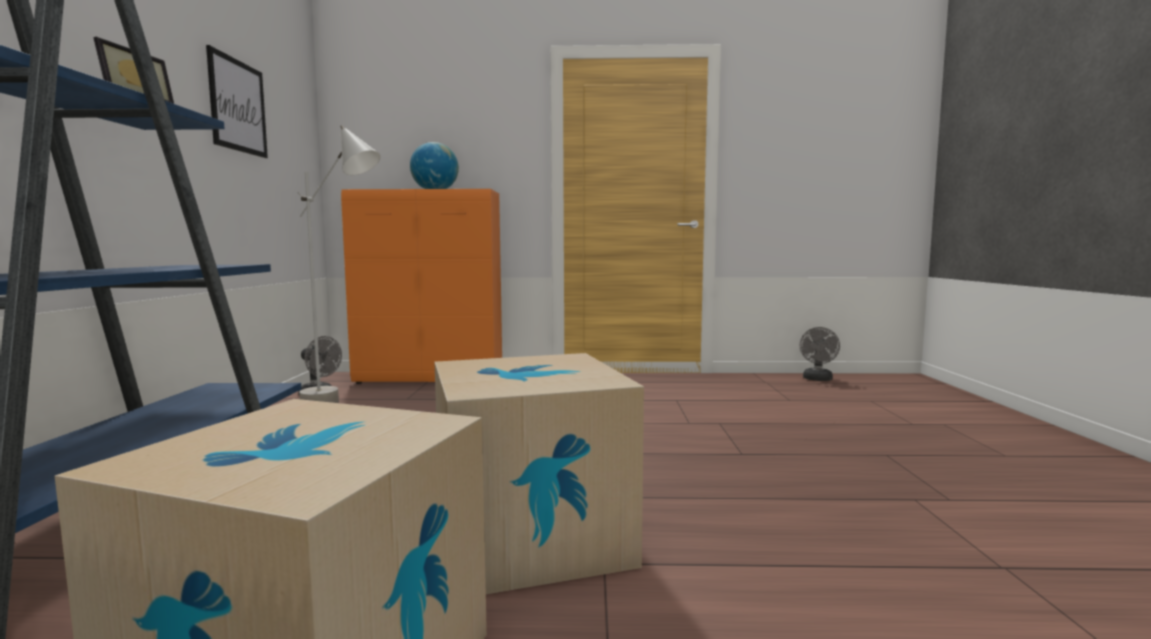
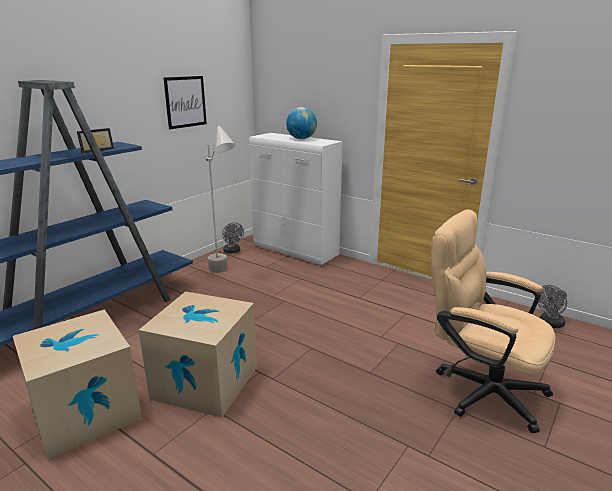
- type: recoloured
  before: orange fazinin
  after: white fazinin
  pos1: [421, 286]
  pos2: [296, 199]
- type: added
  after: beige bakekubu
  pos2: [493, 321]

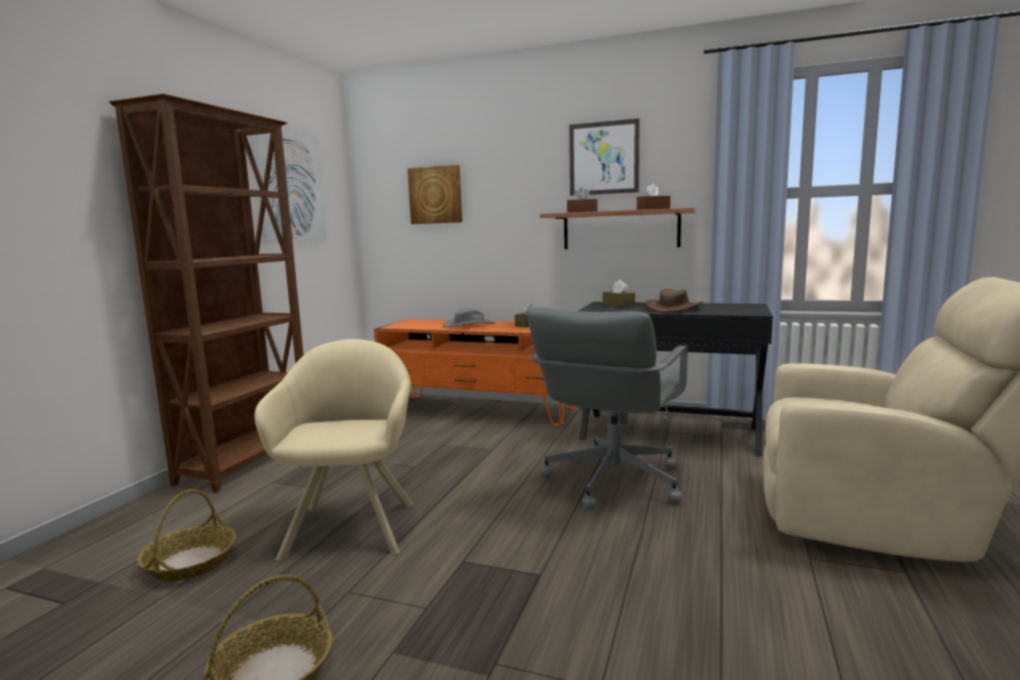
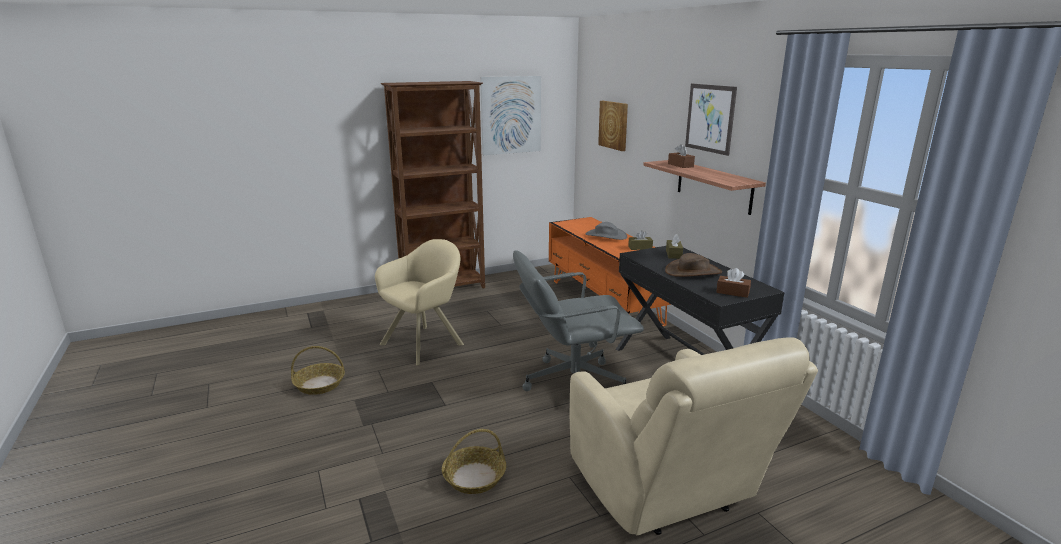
- type: moved
  before: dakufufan
  pos1: [187, 535]
  pos2: [474, 461]
- type: moved
  before: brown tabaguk
  pos1: [653, 197]
  pos2: [733, 283]

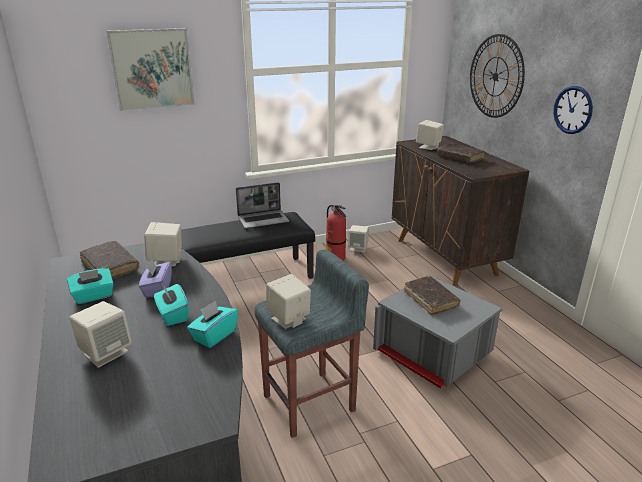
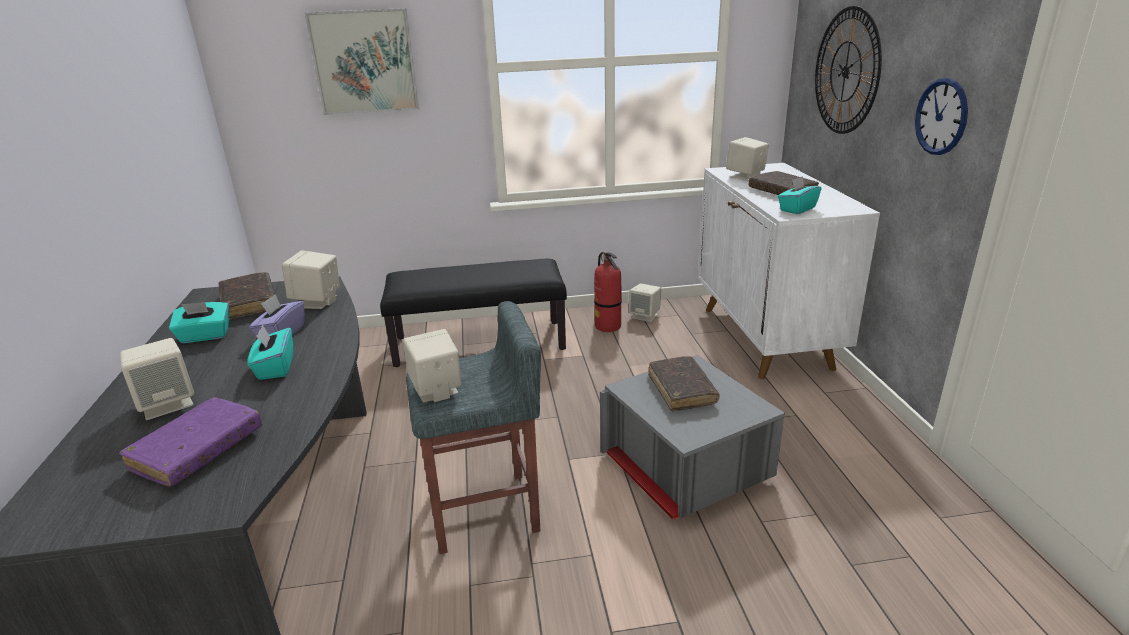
- type: moved
  before: turquoise tabaguk
  pos1: [212, 324]
  pos2: [799, 195]
- type: removed
  before: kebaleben
  pos1: [262, 205]
- type: recoloured
  before: brown fazinin
  after: white fazinin
  pos1: [460, 211]
  pos2: [789, 271]
- type: added
  after: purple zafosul
  pos2: [190, 442]

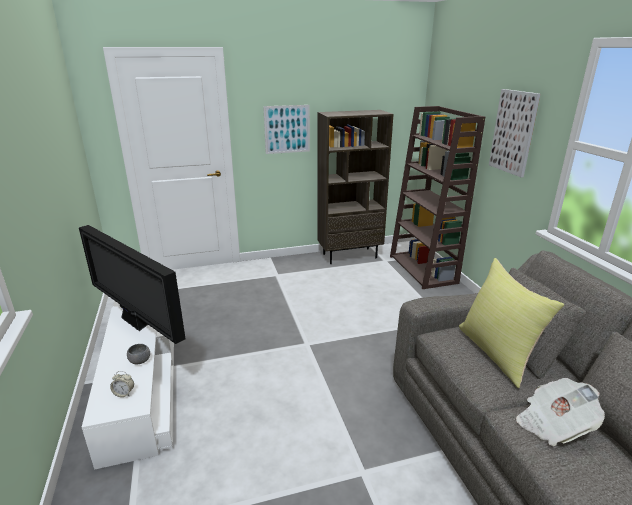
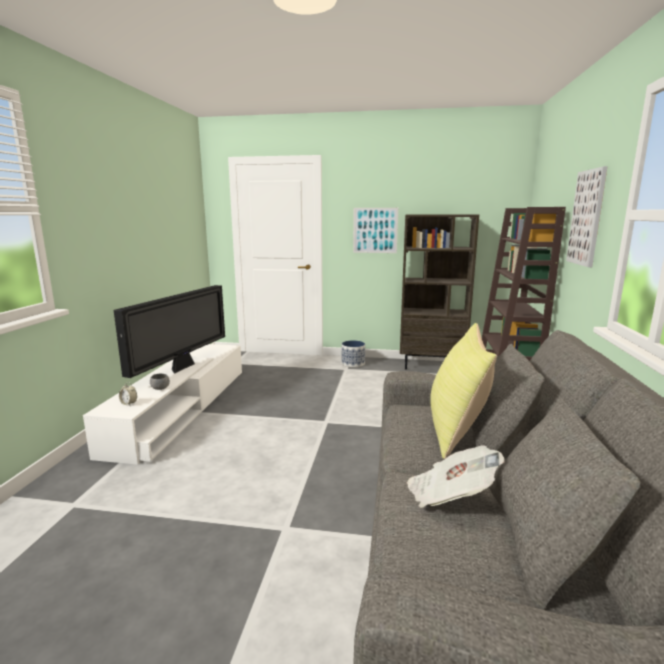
- type: turned
  before: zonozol
  pos1: [132, 284]
  pos2: [169, 331]
  turn: -135
- type: added
  after: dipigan
  pos2: [353, 353]

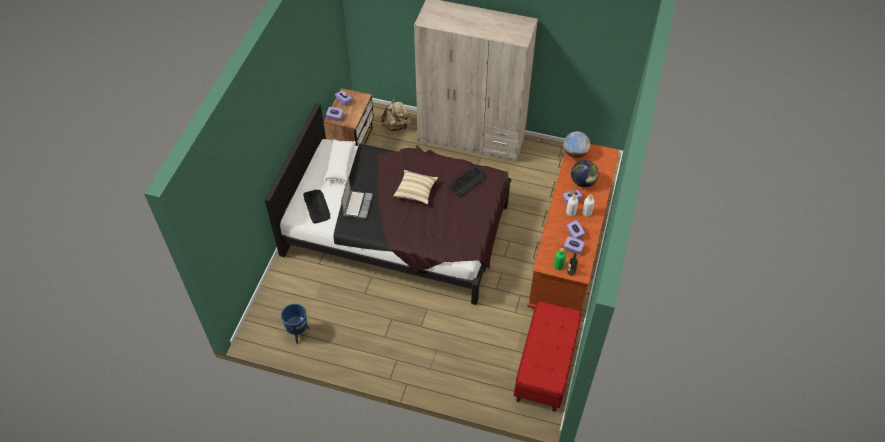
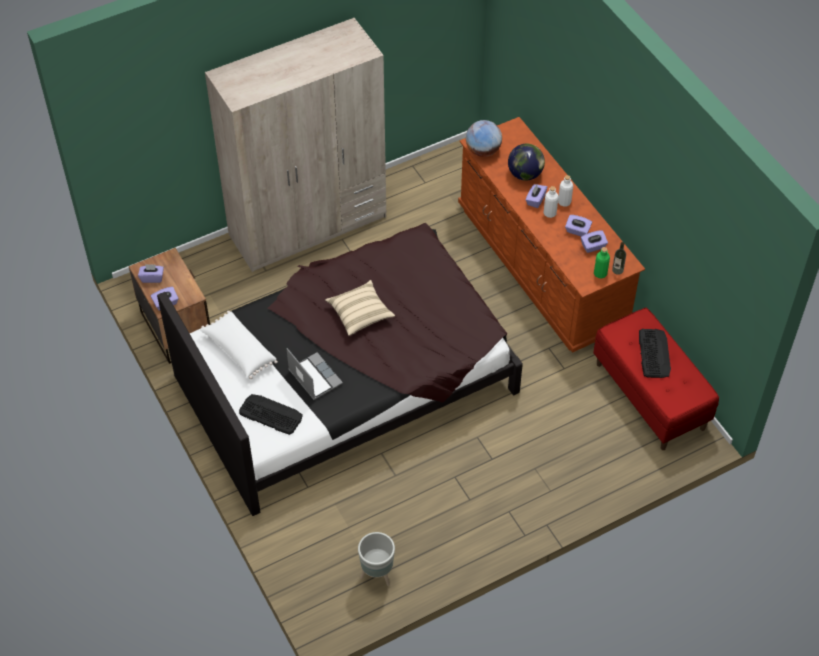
- type: recoloured
  before: blue dipigan
  after: grey dipigan
  pos1: [295, 324]
  pos2: [376, 559]
- type: removed
  before: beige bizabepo
  pos1: [396, 114]
- type: moved
  before: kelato
  pos1: [467, 181]
  pos2: [655, 353]

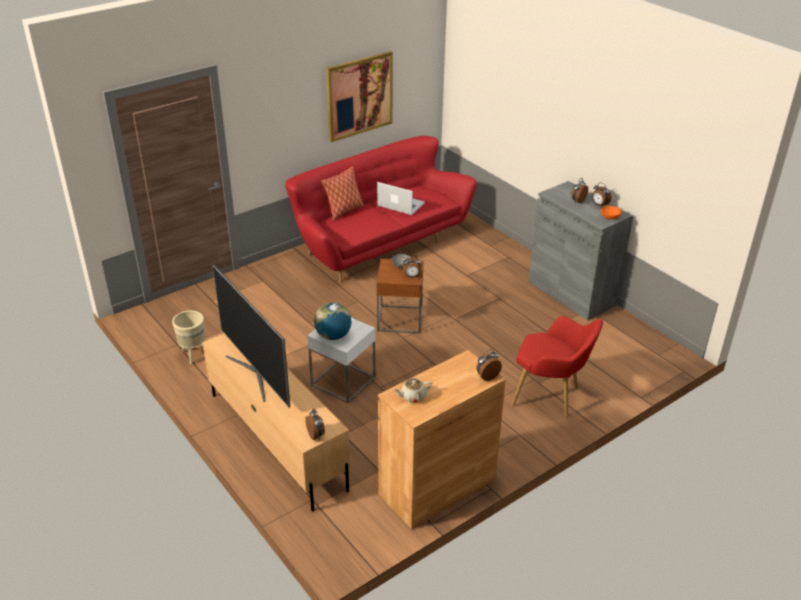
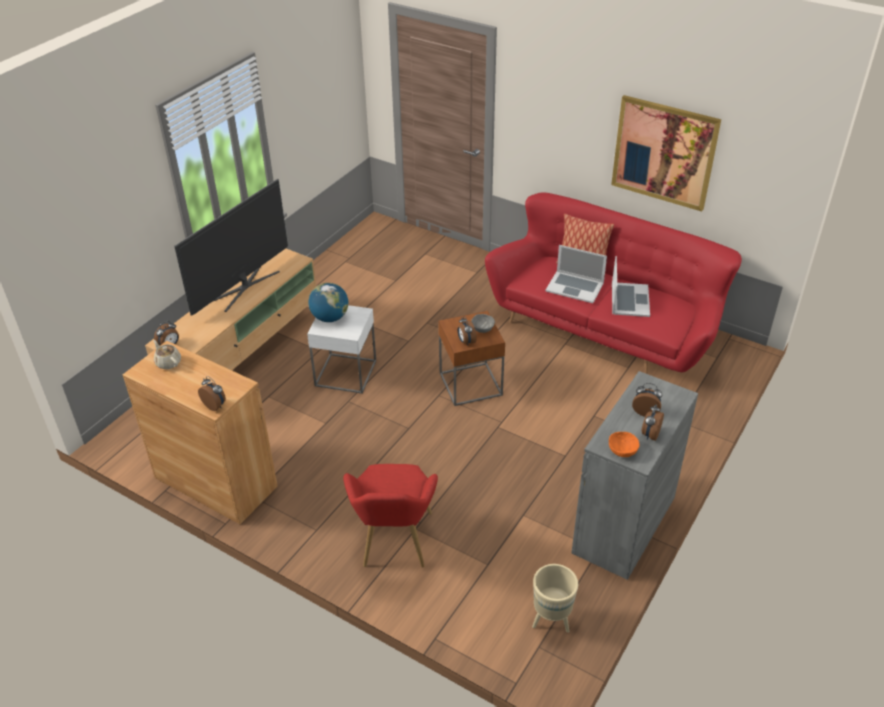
- type: moved
  before: beige dipigan
  pos1: [188, 337]
  pos2: [555, 598]
- type: added
  after: kebaleben
  pos2: [576, 274]

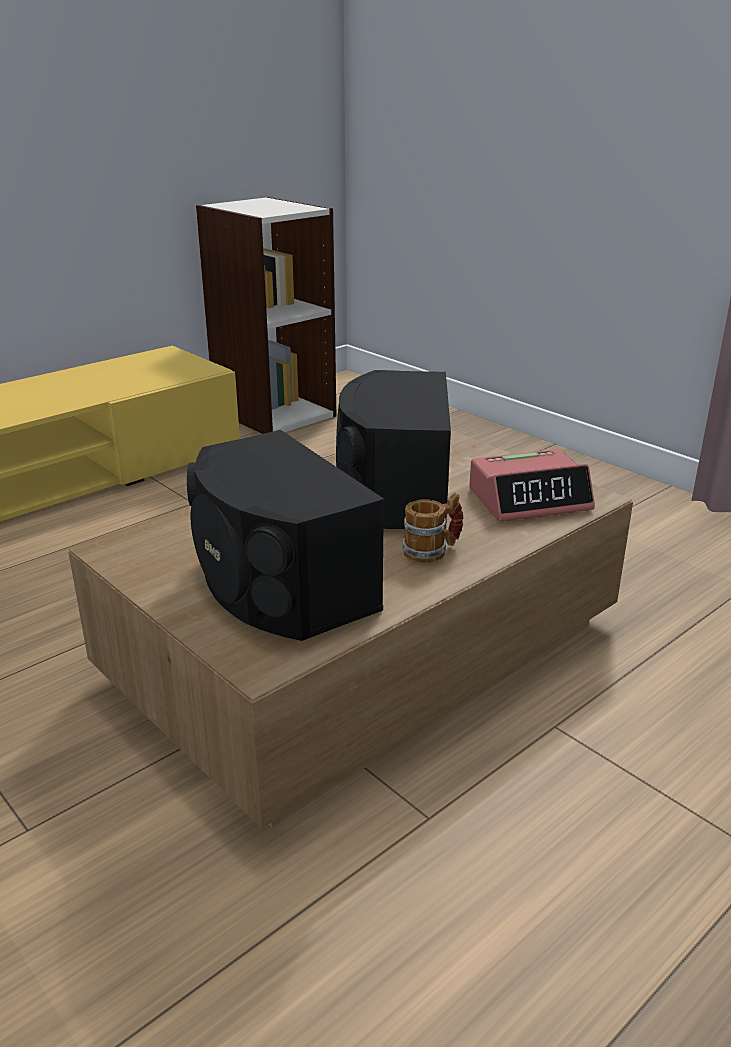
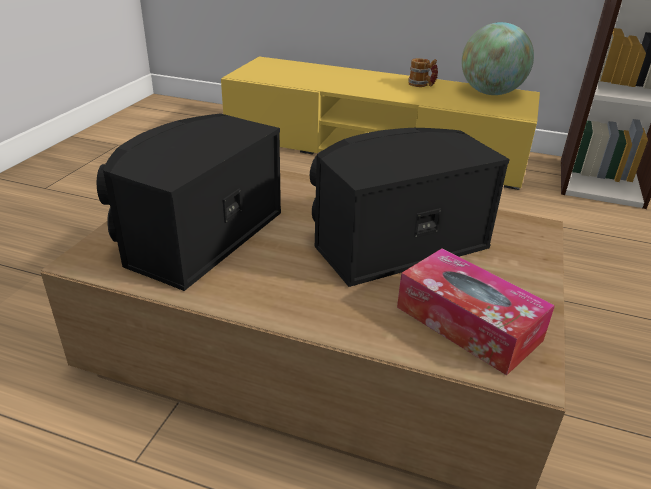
- type: moved
  before: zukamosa
  pos1: [433, 528]
  pos2: [423, 72]
- type: replaced
  before: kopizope
  after: tabaguk
  pos1: [532, 485]
  pos2: [476, 311]
- type: added
  after: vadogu
  pos2: [498, 58]

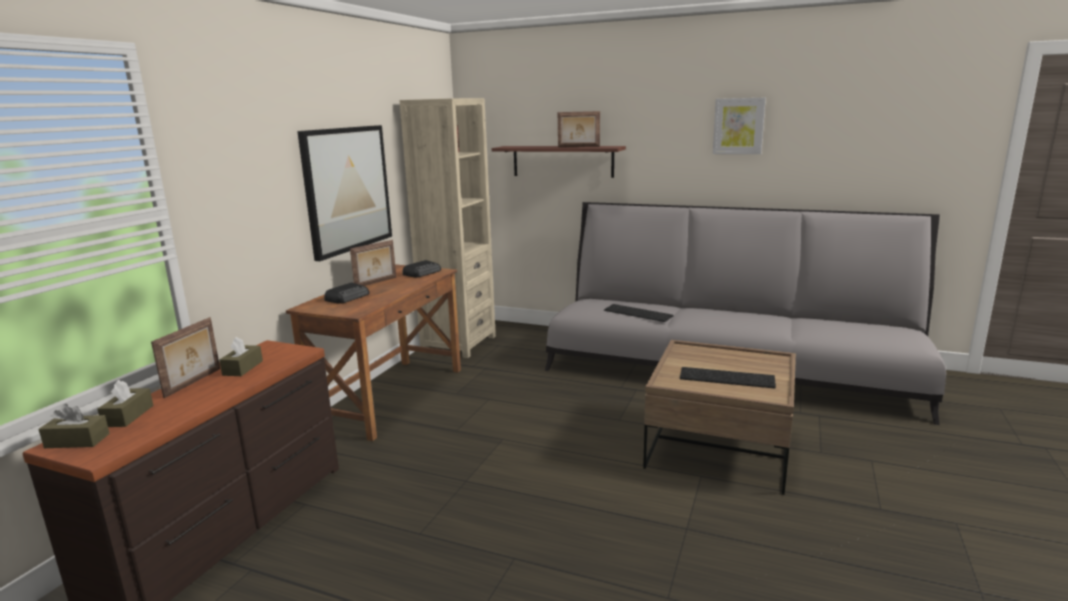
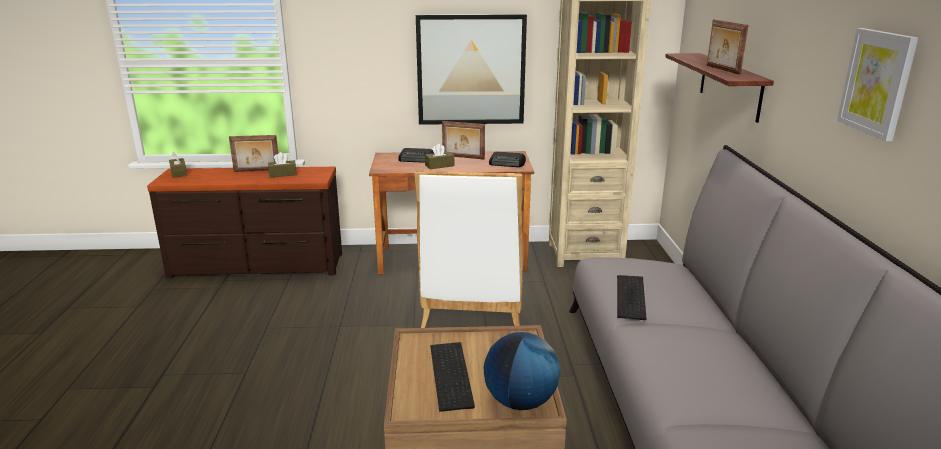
- type: moved
  before: brown tabaguk
  pos1: [125, 403]
  pos2: [439, 156]
- type: added
  after: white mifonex
  pos2: [468, 249]
- type: added
  after: vadogu
  pos2: [522, 371]

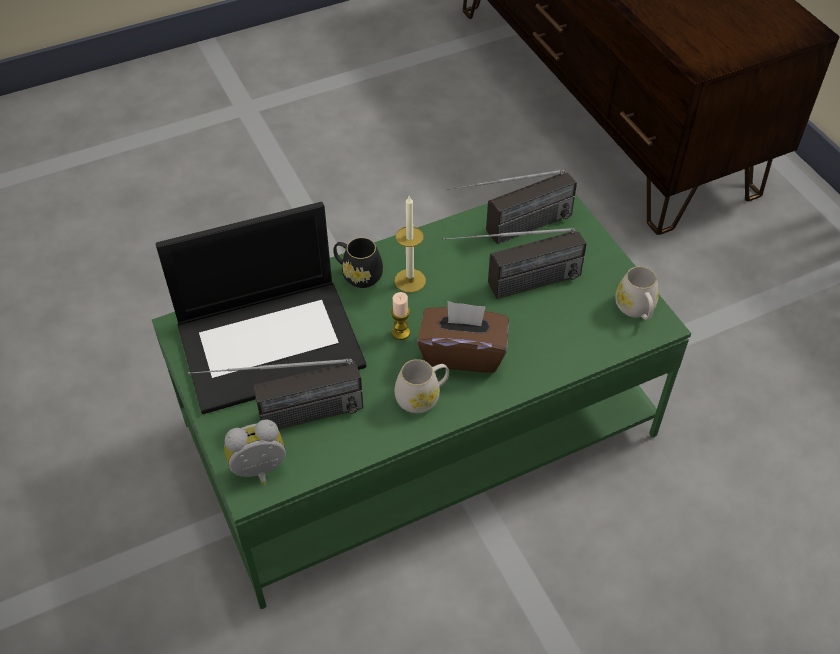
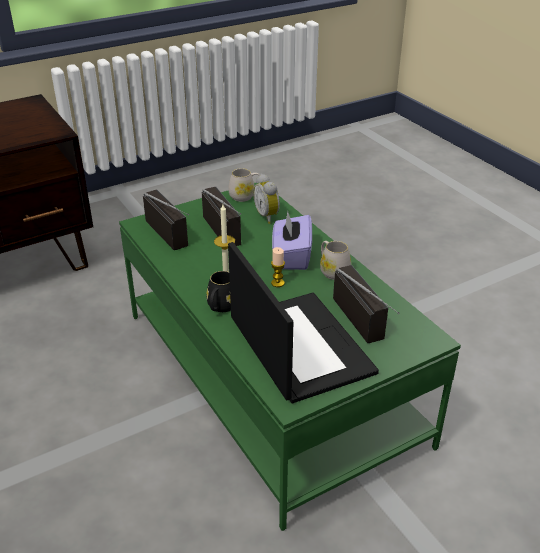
- type: moved
  before: kopizope
  pos1: [255, 452]
  pos2: [266, 199]
- type: recoloured
  before: brown tabaguk
  after: purple tabaguk
  pos1: [463, 337]
  pos2: [292, 240]

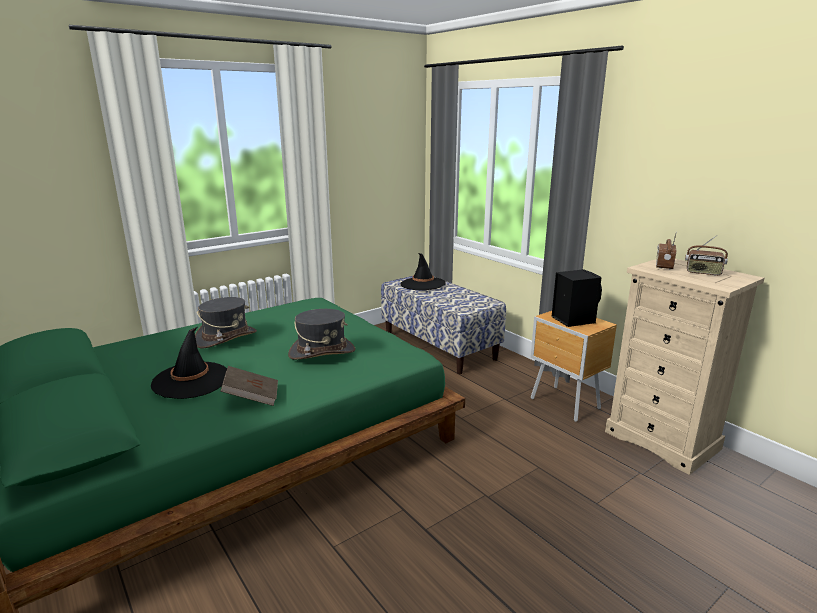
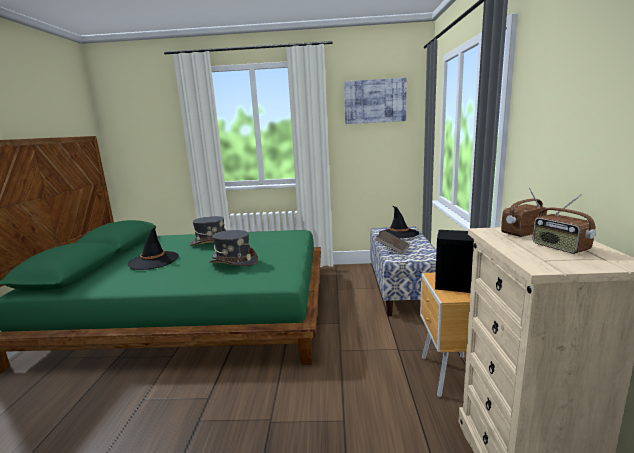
- type: moved
  before: brown zafosul
  pos1: [249, 386]
  pos2: [392, 242]
- type: added
  after: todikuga
  pos2: [375, 101]

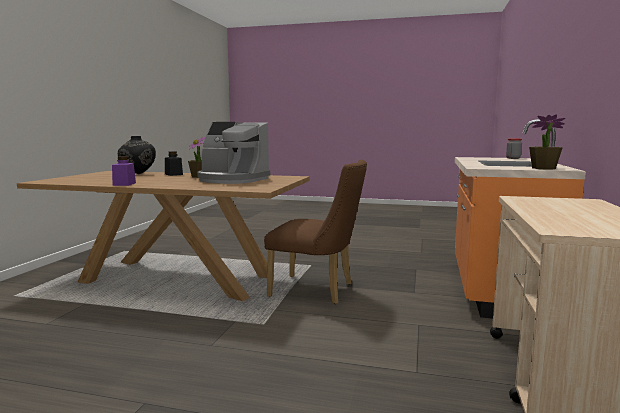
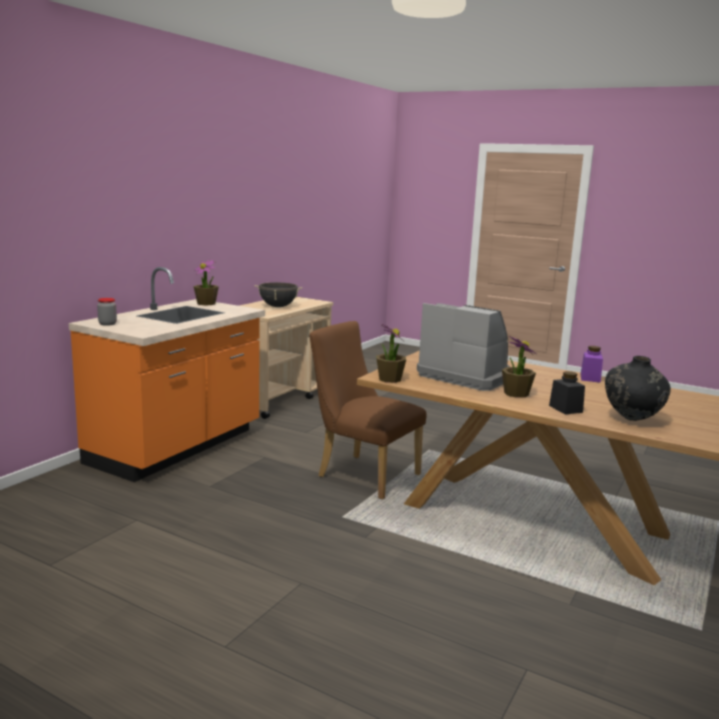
- type: added
  after: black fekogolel
  pos2: [278, 294]
- type: added
  after: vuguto
  pos2: [391, 353]

